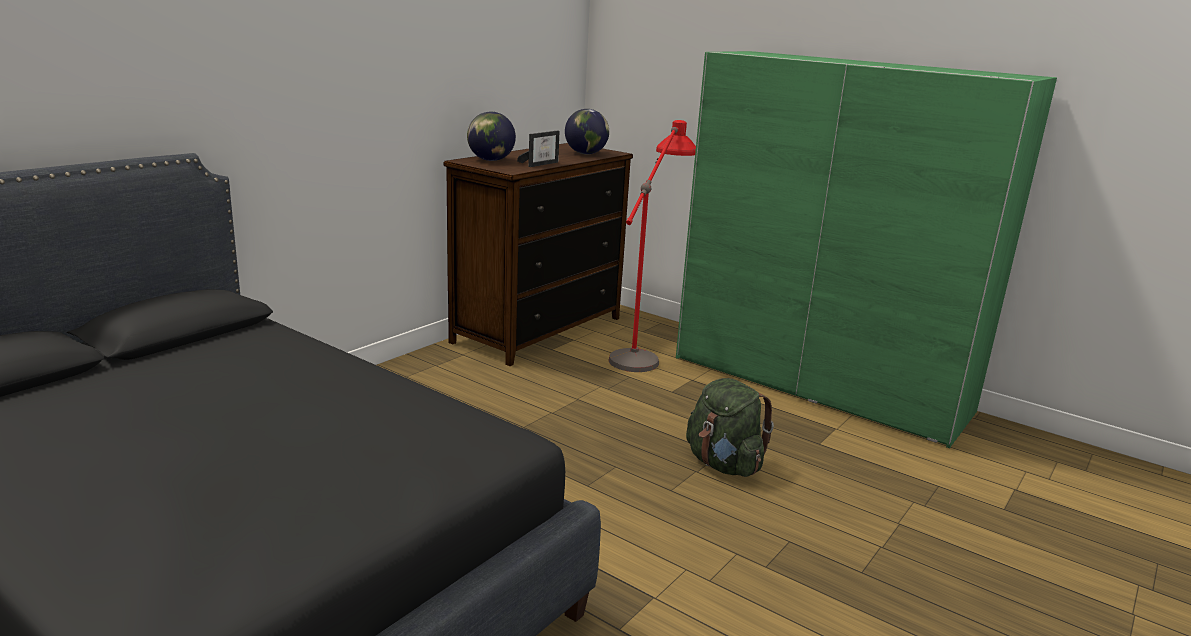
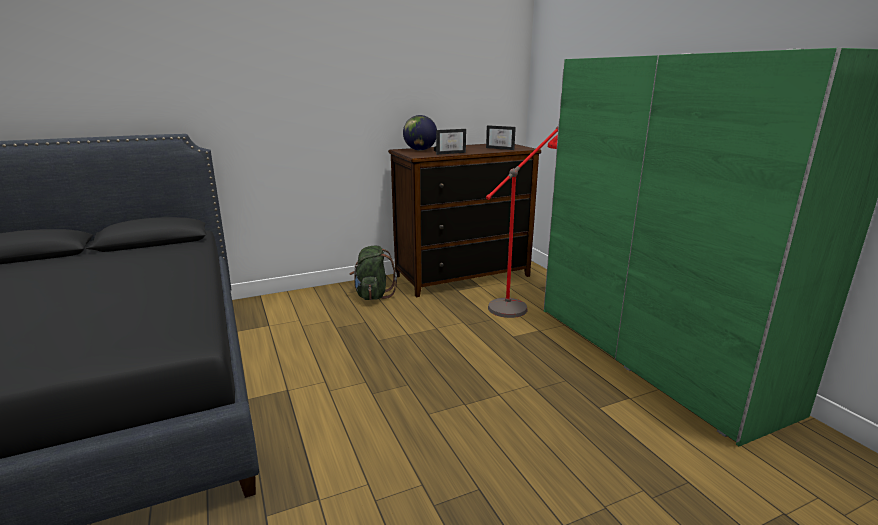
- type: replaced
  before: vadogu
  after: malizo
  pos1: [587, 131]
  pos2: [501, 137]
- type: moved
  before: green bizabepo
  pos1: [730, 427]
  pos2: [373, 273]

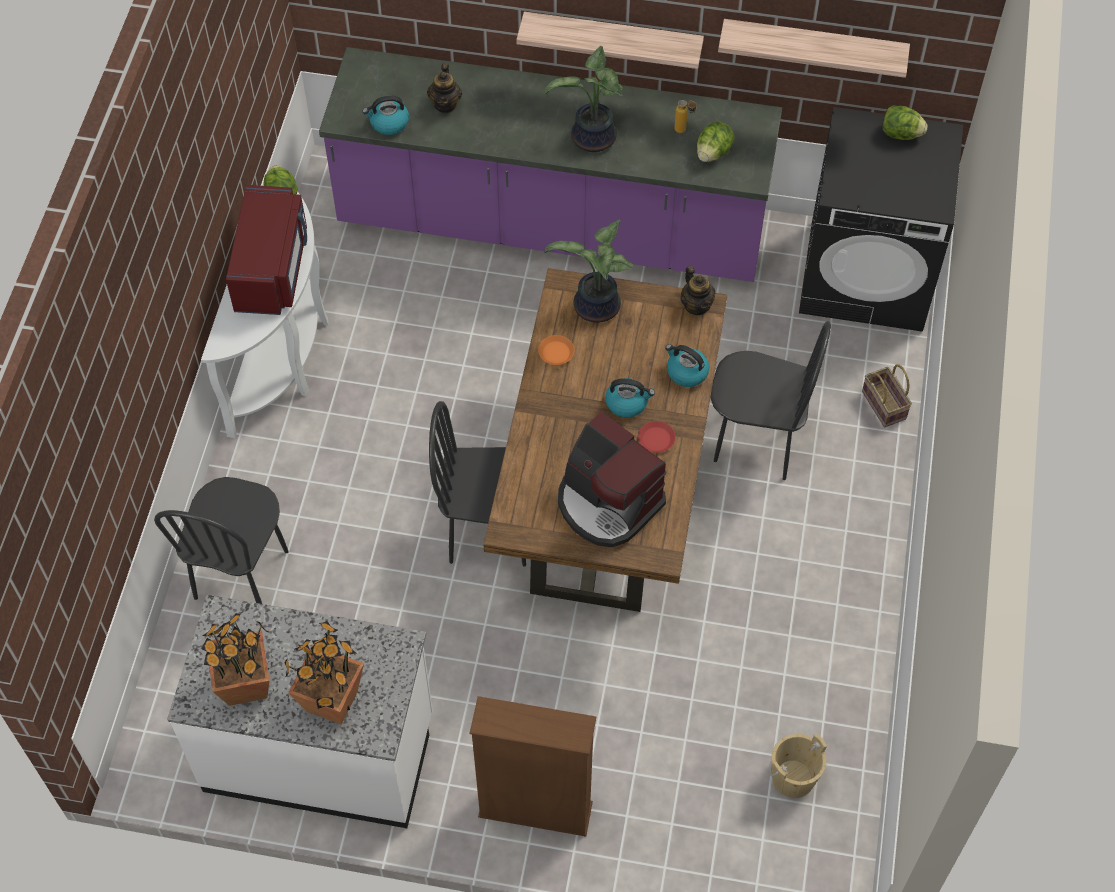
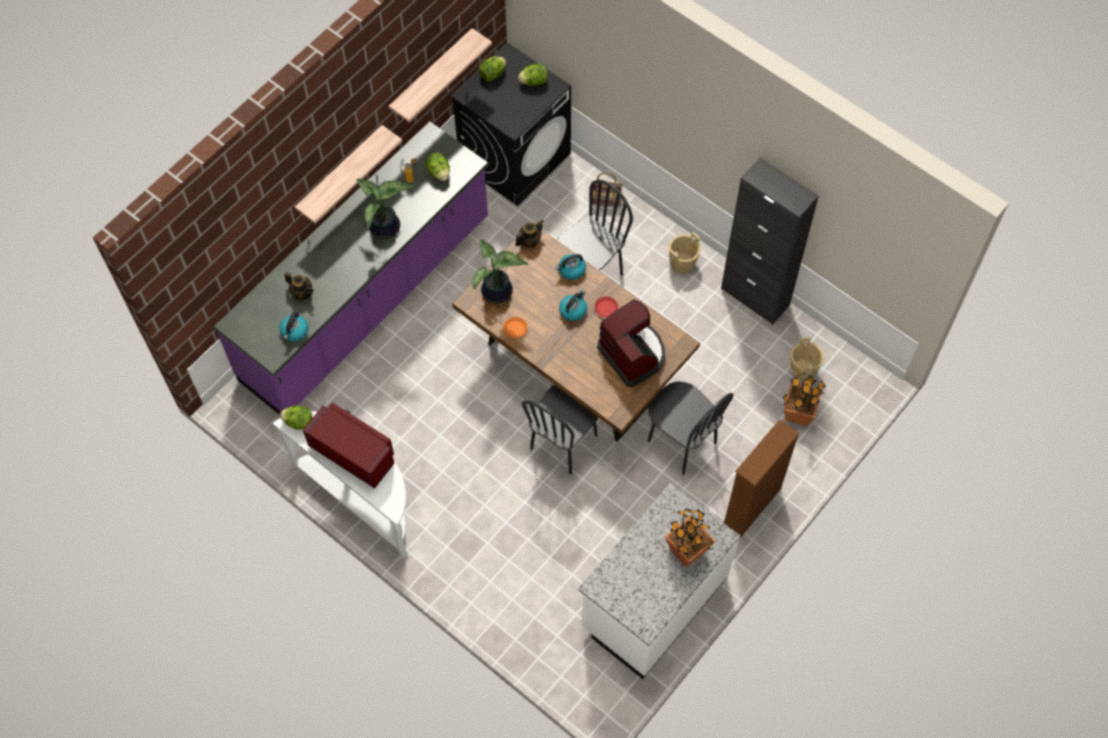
- type: moved
  before: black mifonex
  pos1: [221, 540]
  pos2: [691, 428]
- type: moved
  before: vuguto
  pos1: [235, 659]
  pos2: [804, 399]
- type: turned
  before: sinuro
  pos1: [612, 479]
  pos2: [631, 343]
  turn: -105
- type: turned
  before: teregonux
  pos1: [698, 290]
  pos2: [529, 234]
  turn: -45
- type: added
  after: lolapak
  pos2: [533, 74]
- type: added
  after: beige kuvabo
  pos2: [684, 253]
- type: added
  after: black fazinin
  pos2: [770, 241]

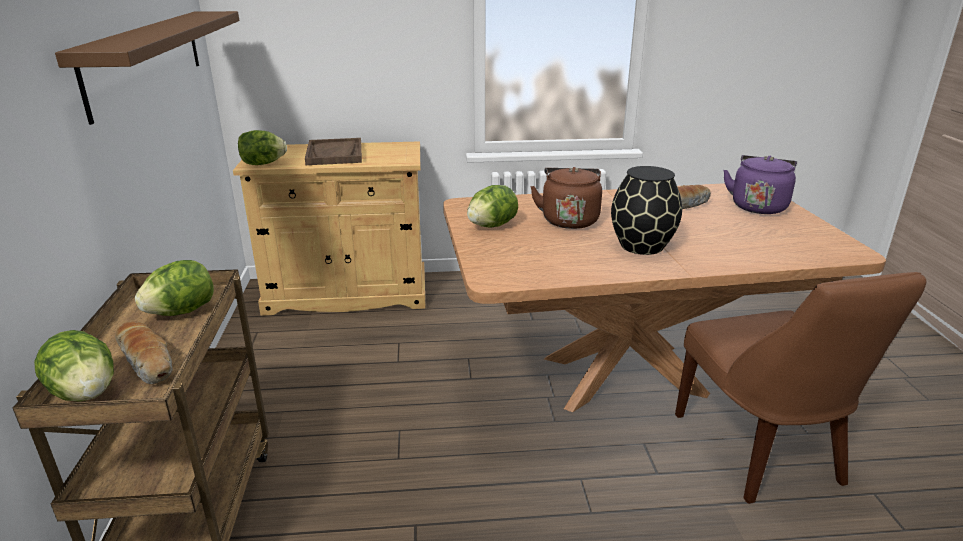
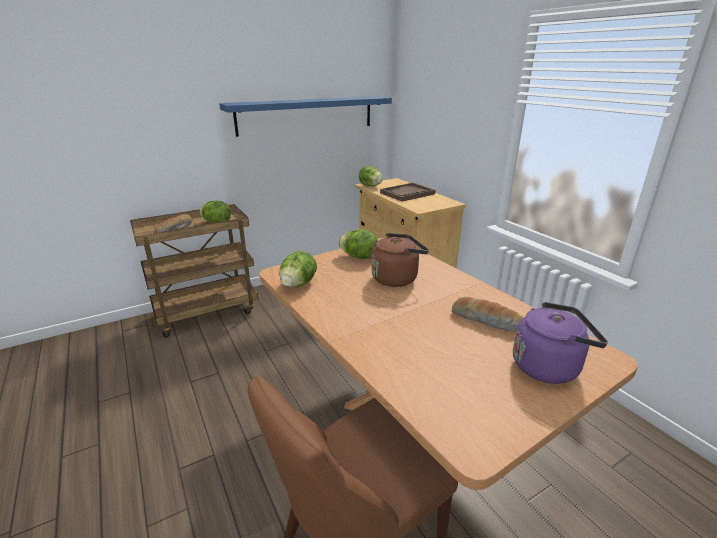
- type: moved
  before: lolapak
  pos1: [74, 365]
  pos2: [298, 269]
- type: recoloured
  before: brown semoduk
  after: blue semoduk
  pos1: [147, 68]
  pos2: [305, 116]
- type: removed
  before: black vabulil
  pos1: [646, 210]

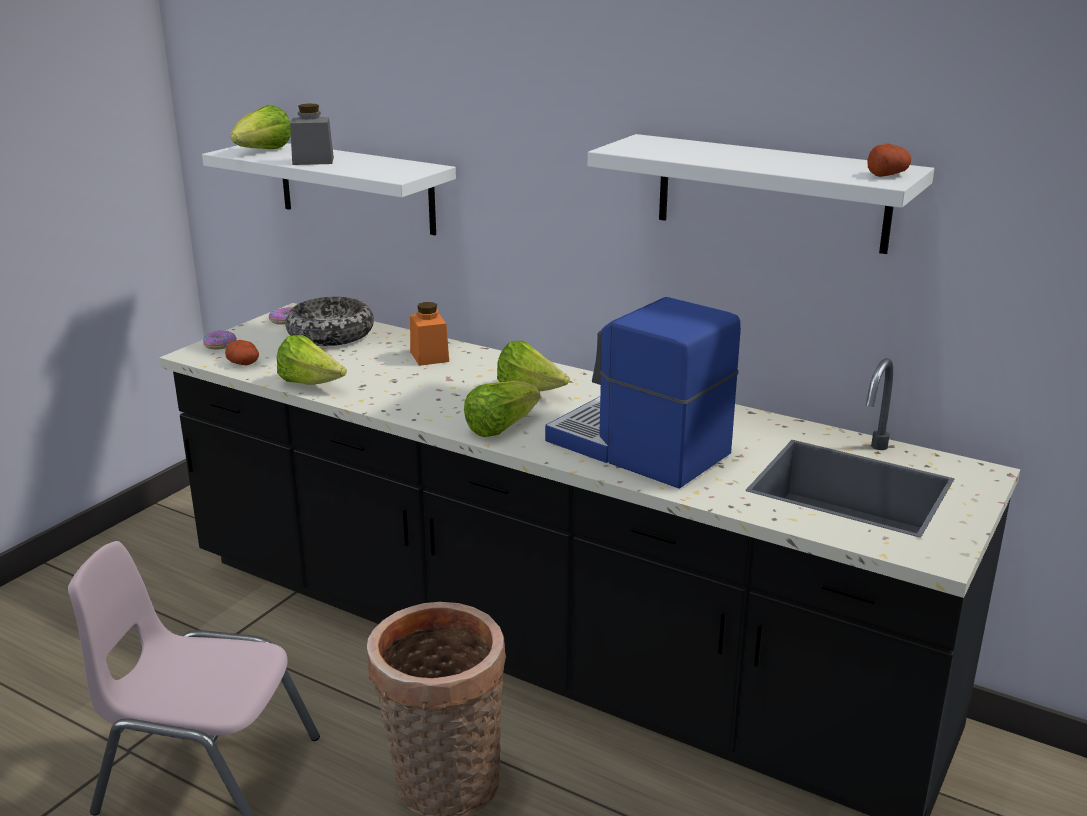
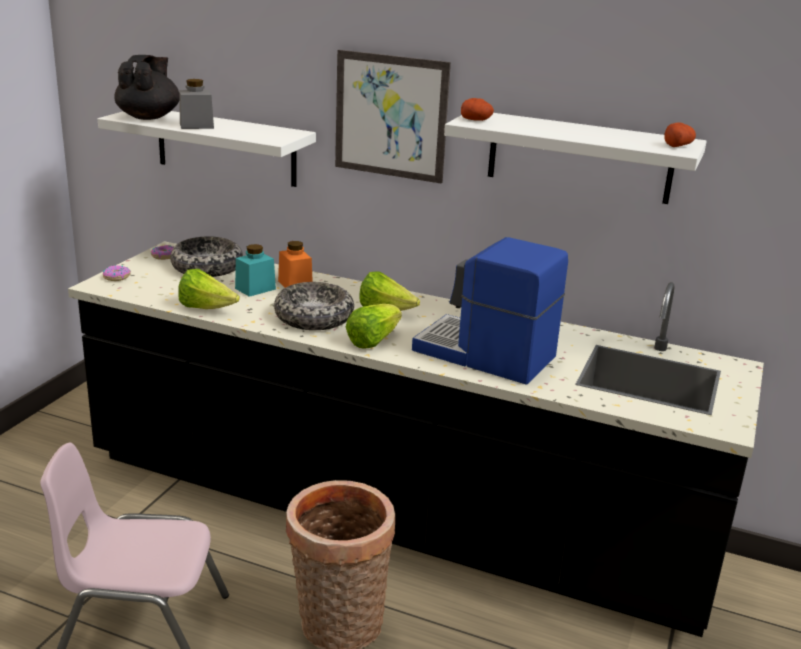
- type: moved
  before: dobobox
  pos1: [242, 352]
  pos2: [477, 109]
- type: replaced
  before: lolapak
  after: black teregonux
  pos1: [261, 127]
  pos2: [147, 87]
- type: added
  after: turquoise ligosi
  pos2: [255, 270]
- type: added
  after: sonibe
  pos2: [314, 306]
- type: added
  after: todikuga
  pos2: [393, 117]

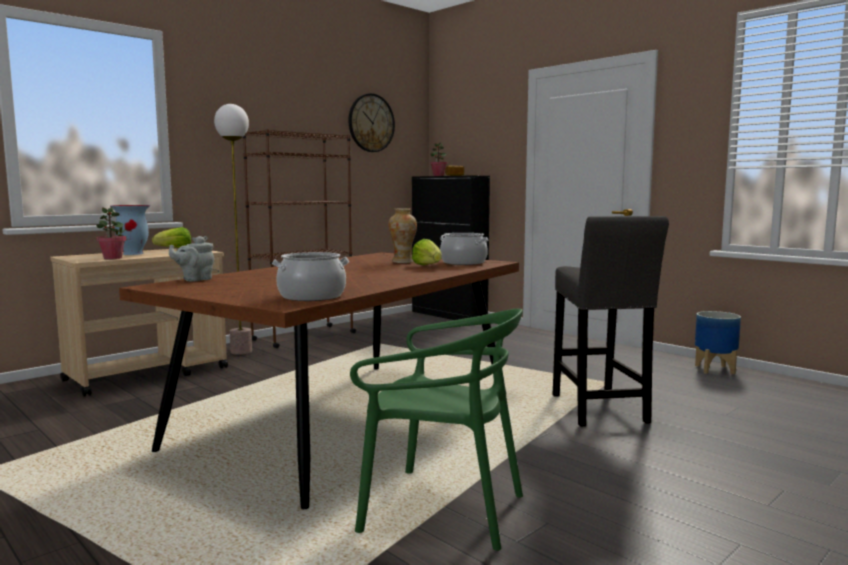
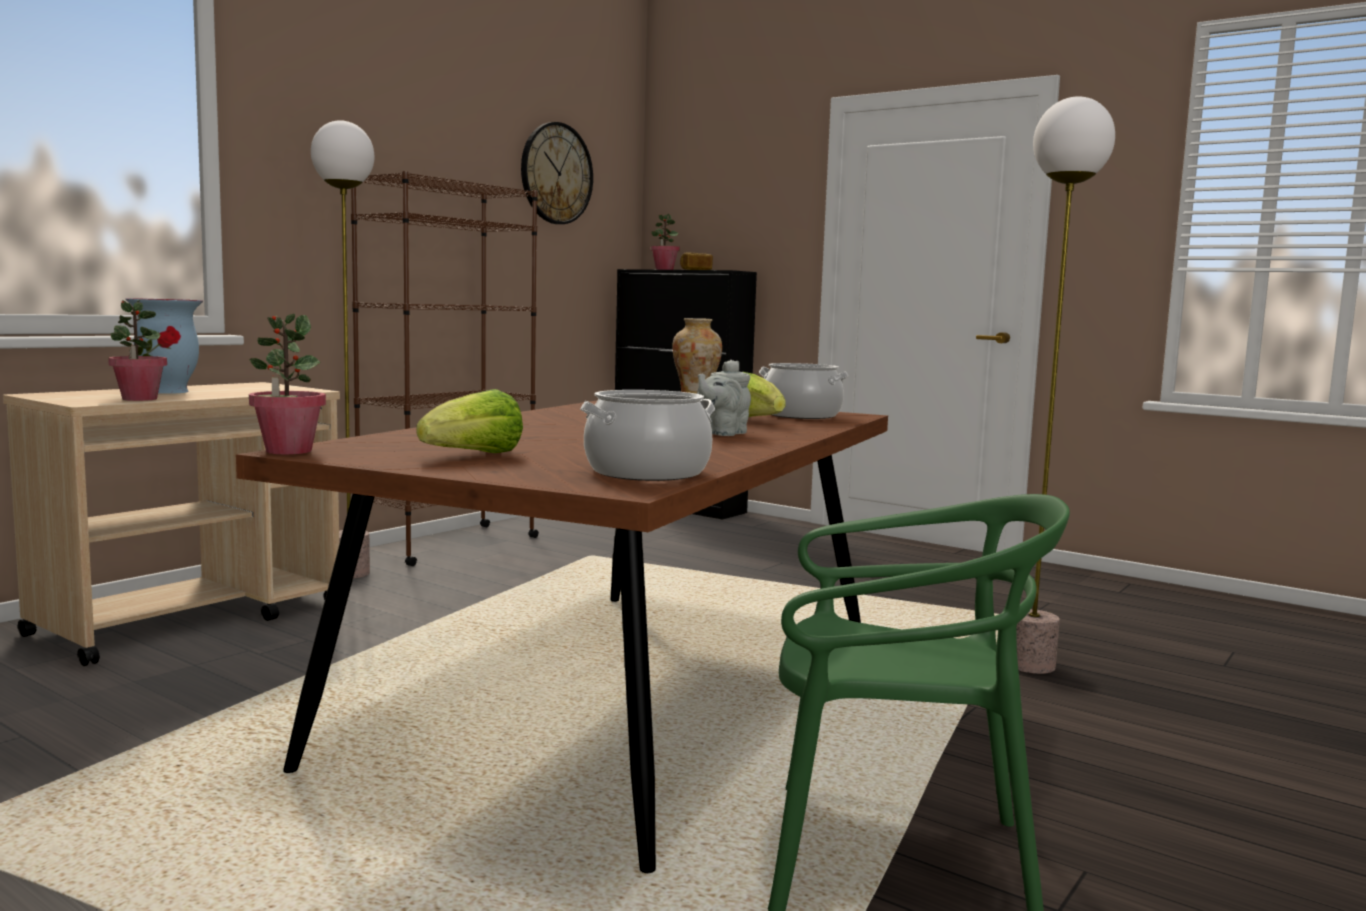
- type: moved
  before: lolapak
  pos1: [171, 237]
  pos2: [470, 421]
- type: moved
  before: grey teregonux
  pos1: [191, 258]
  pos2: [724, 398]
- type: replaced
  before: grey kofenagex
  after: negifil
  pos1: [611, 321]
  pos2: [1066, 385]
- type: removed
  before: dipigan
  pos1: [718, 342]
- type: added
  after: vuguto
  pos2: [287, 384]

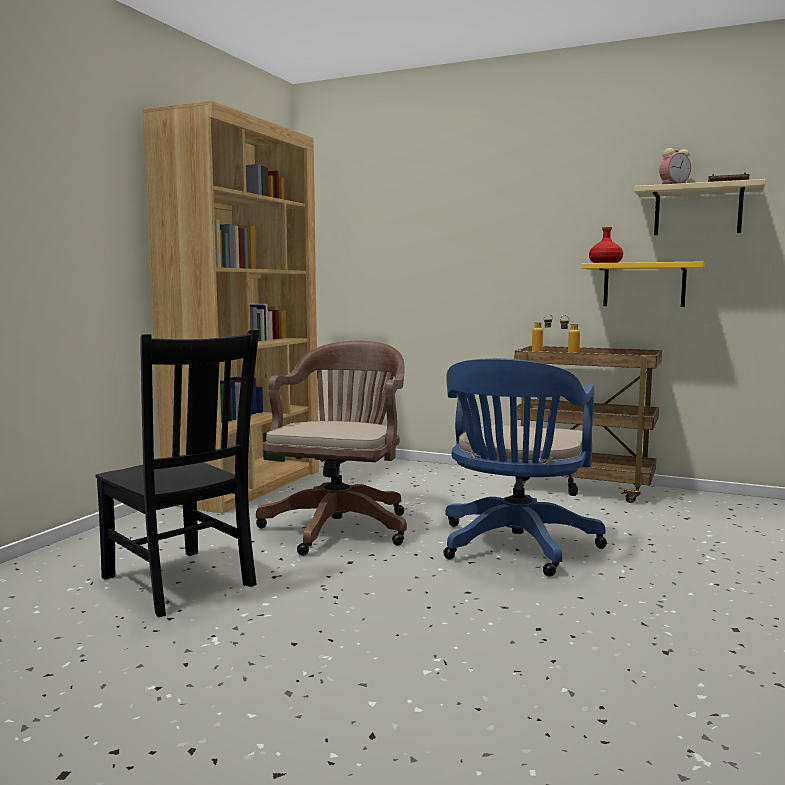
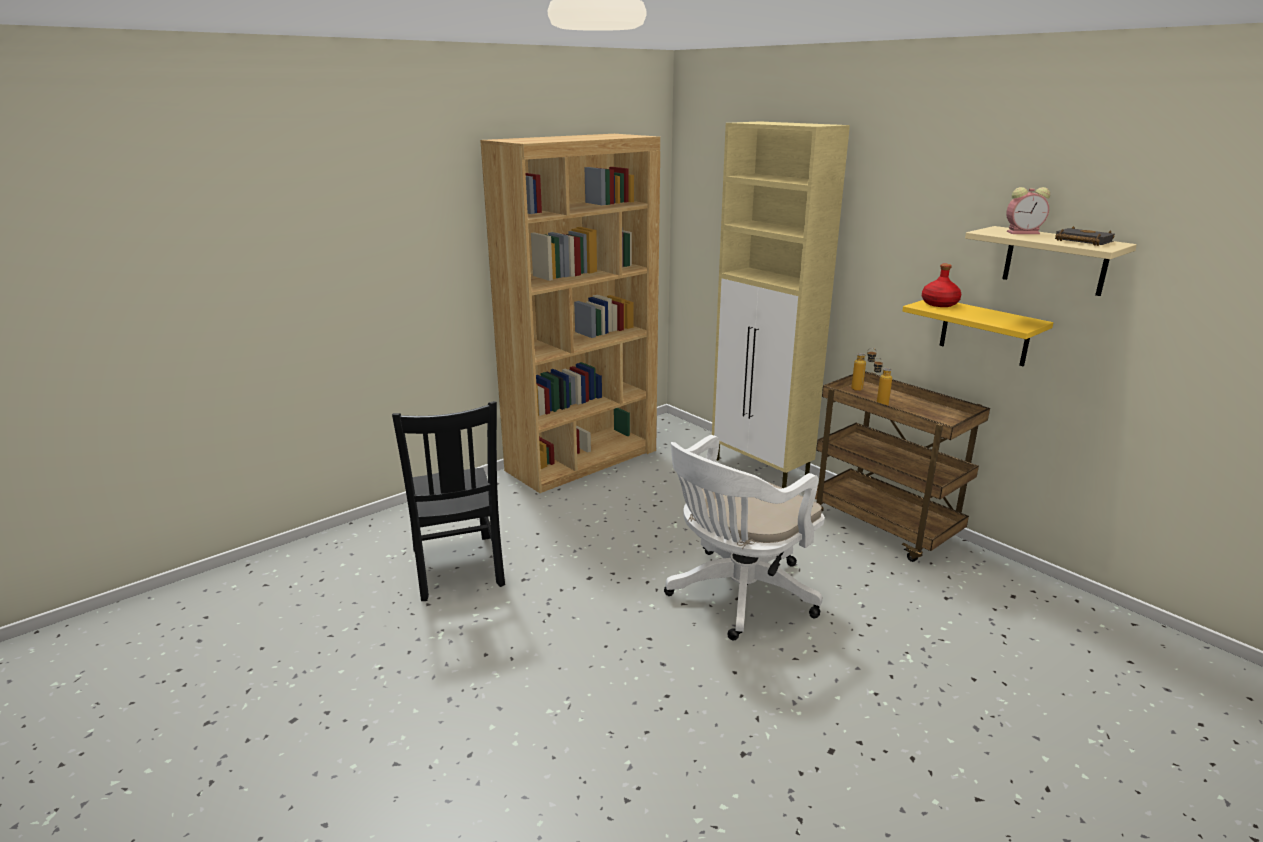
- type: removed
  before: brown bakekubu
  pos1: [331, 448]
- type: recoloured
  before: blue bakekubu
  after: white bakekubu
  pos1: [525, 467]
  pos2: [744, 537]
- type: added
  after: beige fazinin
  pos2: [781, 304]

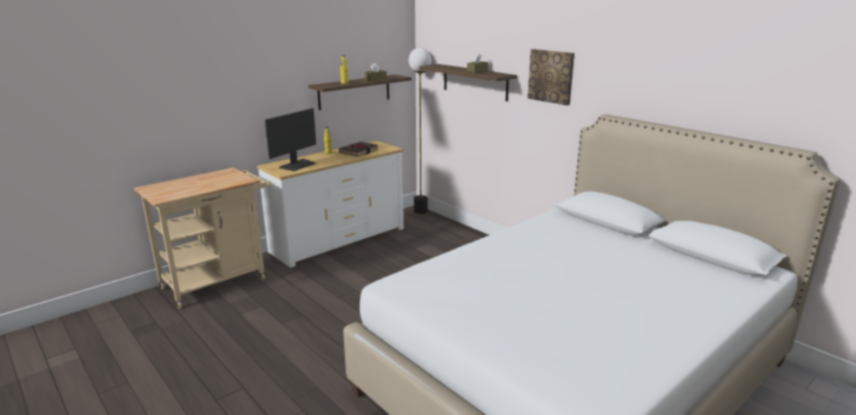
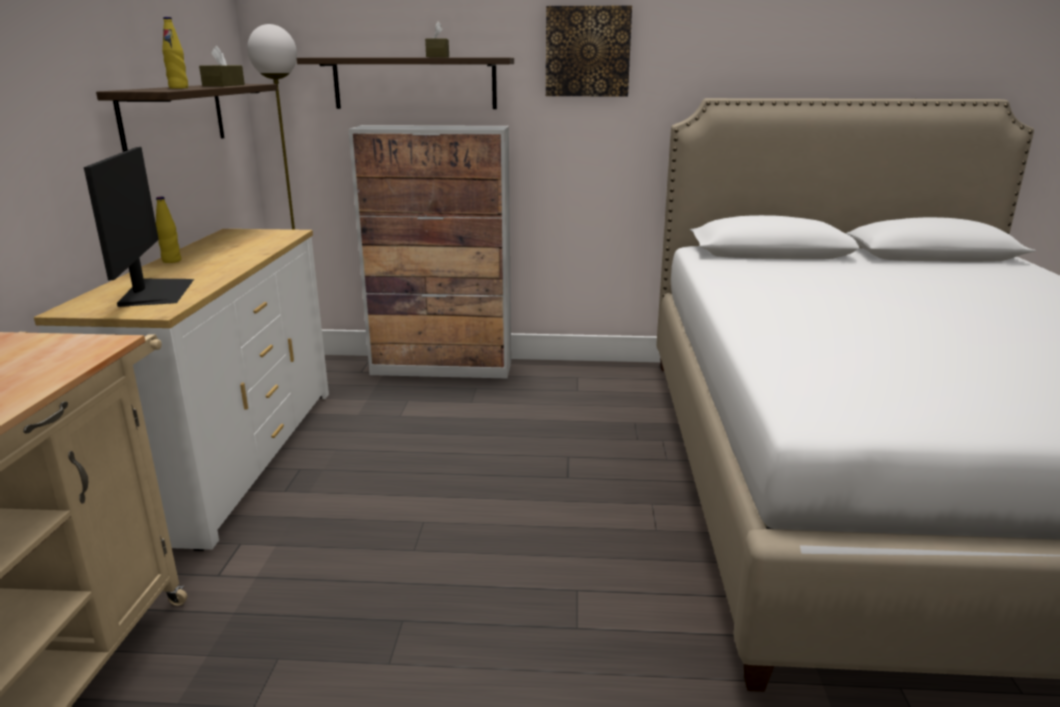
- type: removed
  before: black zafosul
  pos1: [358, 149]
- type: added
  after: fazinin
  pos2: [429, 252]

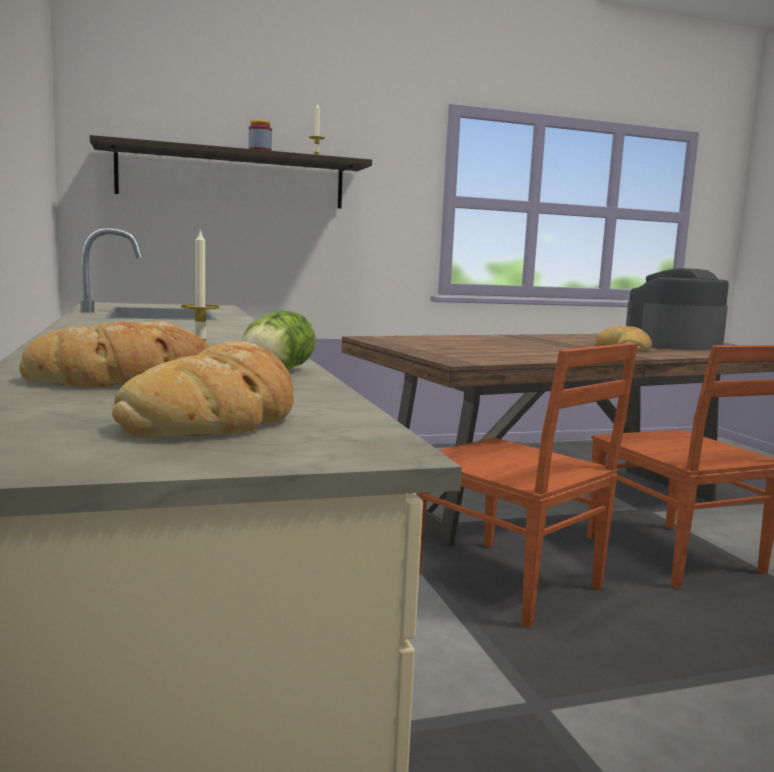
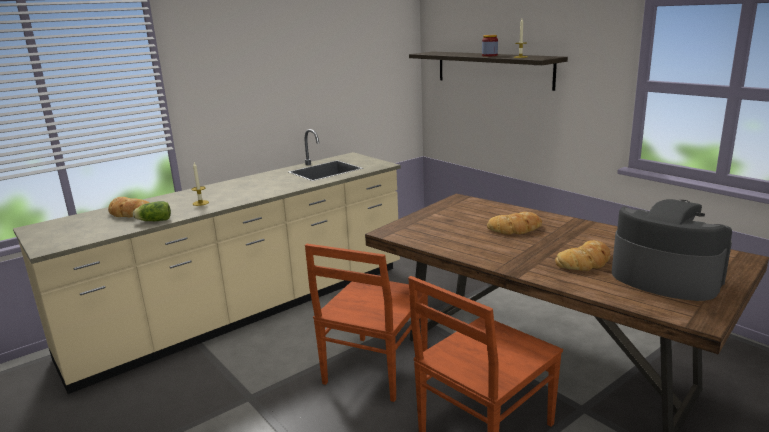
- type: moved
  before: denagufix
  pos1: [203, 389]
  pos2: [514, 223]

